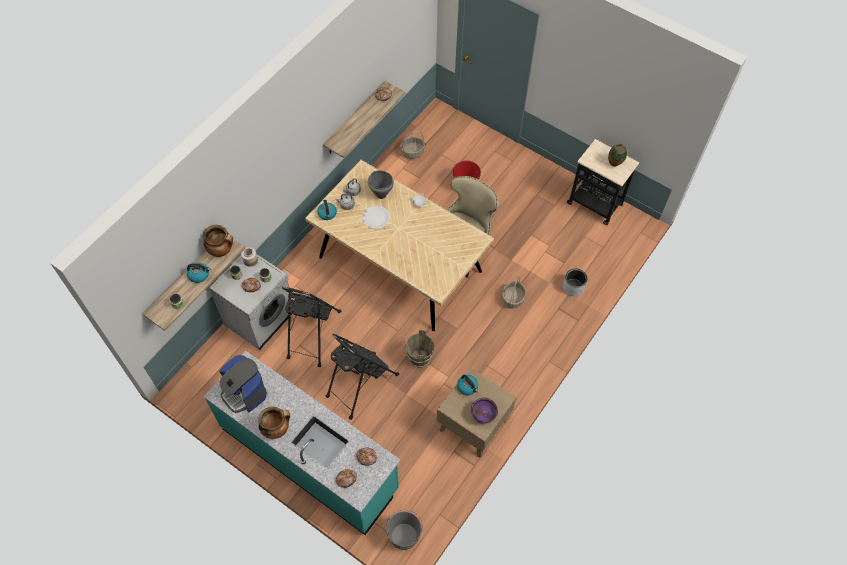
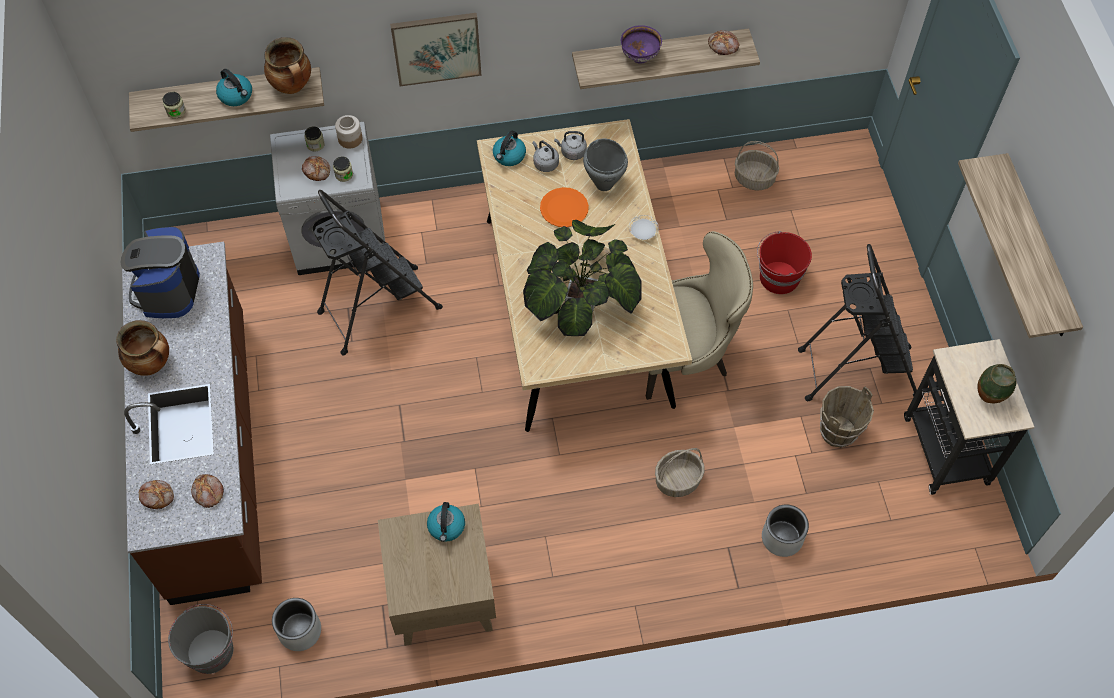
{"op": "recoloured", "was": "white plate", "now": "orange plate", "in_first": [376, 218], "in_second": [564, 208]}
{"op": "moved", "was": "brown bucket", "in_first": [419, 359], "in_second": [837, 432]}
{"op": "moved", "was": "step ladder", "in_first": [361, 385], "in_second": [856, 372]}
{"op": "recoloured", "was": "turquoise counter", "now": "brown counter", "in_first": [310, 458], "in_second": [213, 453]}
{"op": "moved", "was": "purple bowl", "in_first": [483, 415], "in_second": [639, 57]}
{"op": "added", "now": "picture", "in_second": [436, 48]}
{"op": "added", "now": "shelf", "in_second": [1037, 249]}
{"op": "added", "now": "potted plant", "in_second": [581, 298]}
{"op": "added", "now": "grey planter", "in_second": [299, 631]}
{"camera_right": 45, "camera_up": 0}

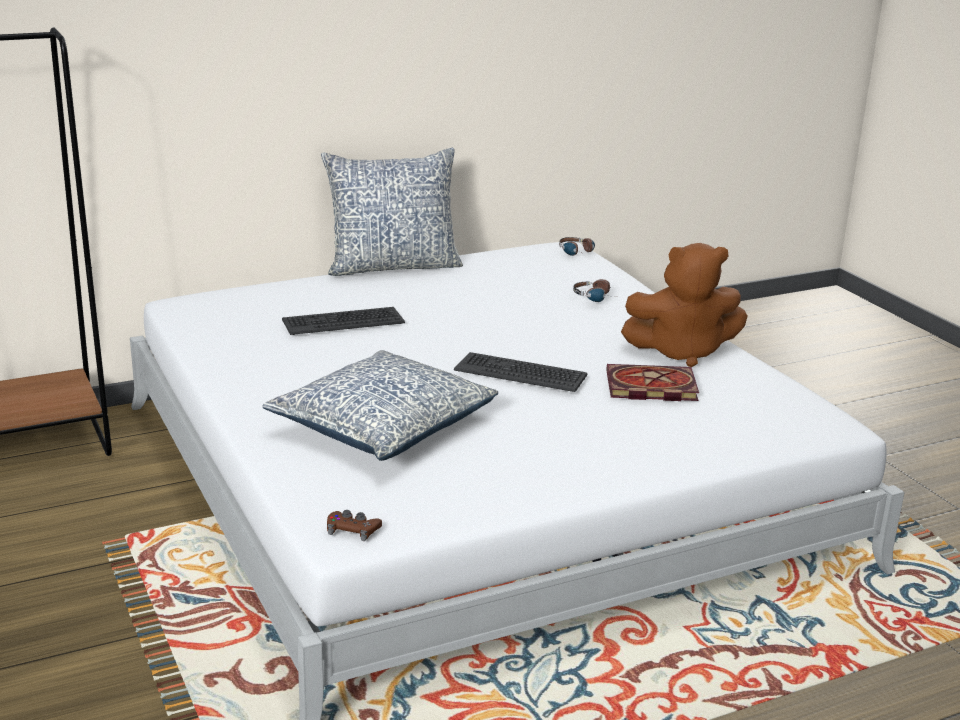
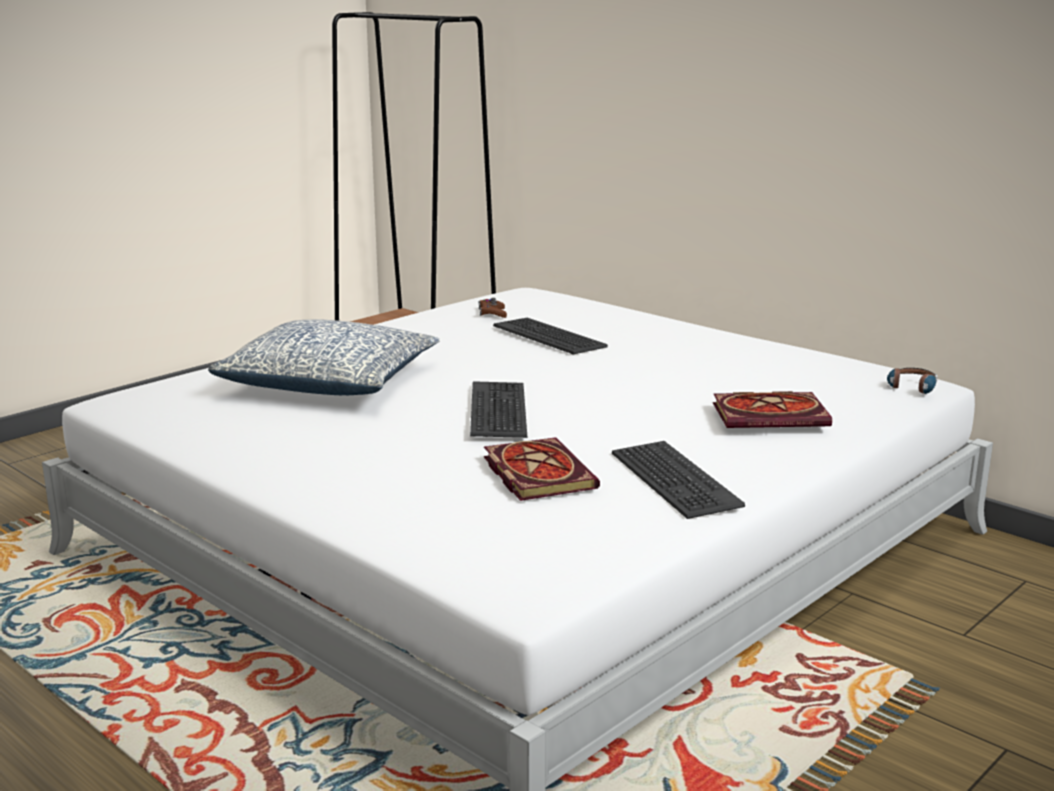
{"op": "removed", "was": "pillow", "in_first": [392, 266]}
{"op": "replaced", "was": "brown plush toy", "now": "keyboard", "in_first": [681, 351], "in_second": [673, 480]}
{"op": "replaced", "was": "headphones", "now": "book", "in_first": [598, 297], "in_second": [772, 415]}
{"op": "moved", "was": "brown game controller", "in_first": [353, 530], "in_second": [492, 313]}
{"camera_right": 70, "camera_up": -5}

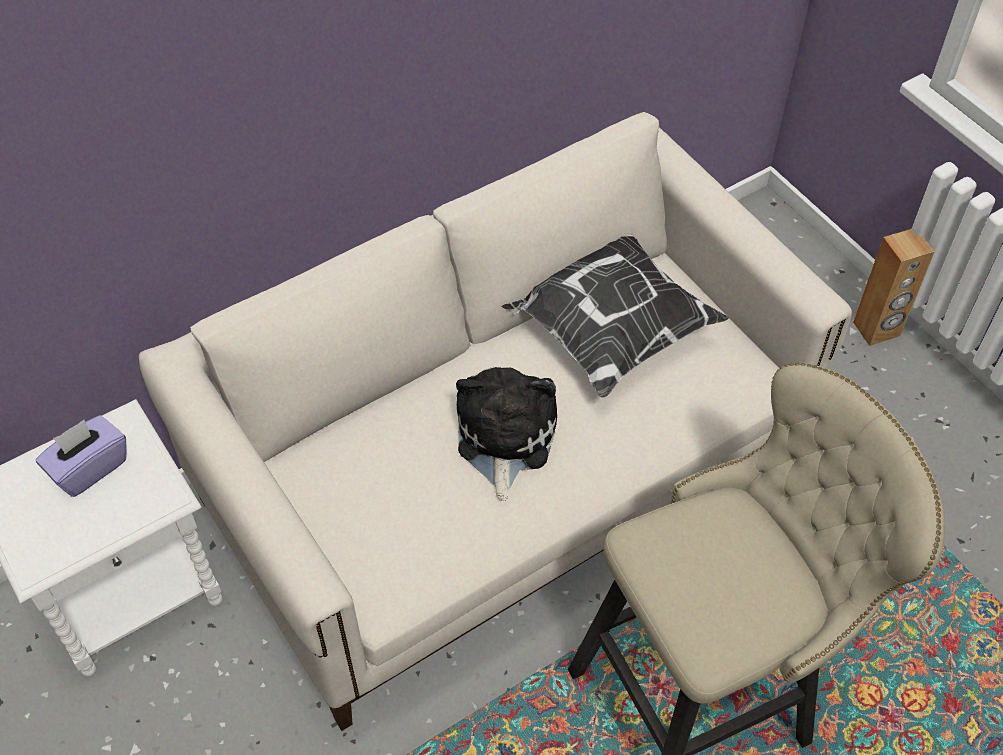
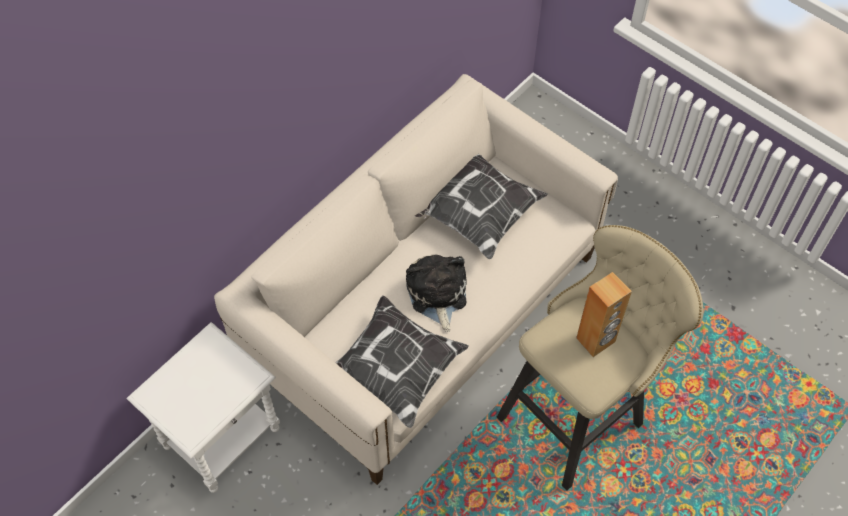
{"op": "moved", "was": "brown speaker", "in_first": [877, 329], "in_second": [596, 340]}
{"op": "removed", "was": "purple tissue box", "in_first": [89, 467]}
{"op": "added", "now": "pillow", "in_second": [392, 372]}
{"camera_right": -15, "camera_up": 5}

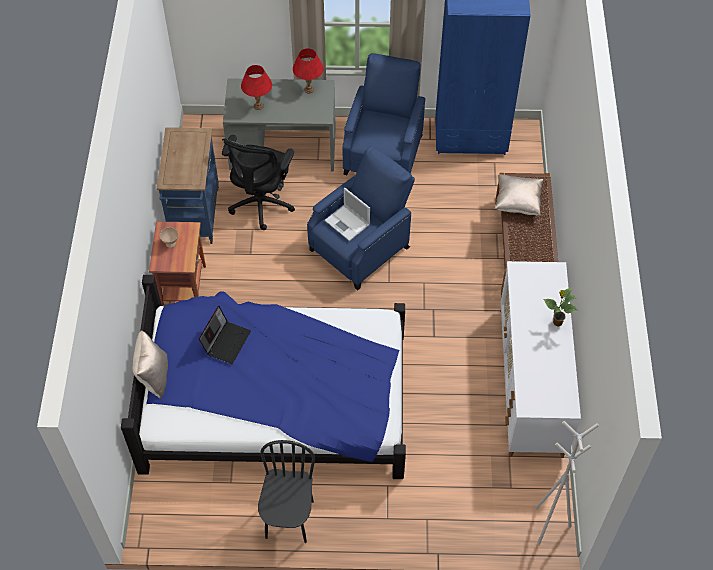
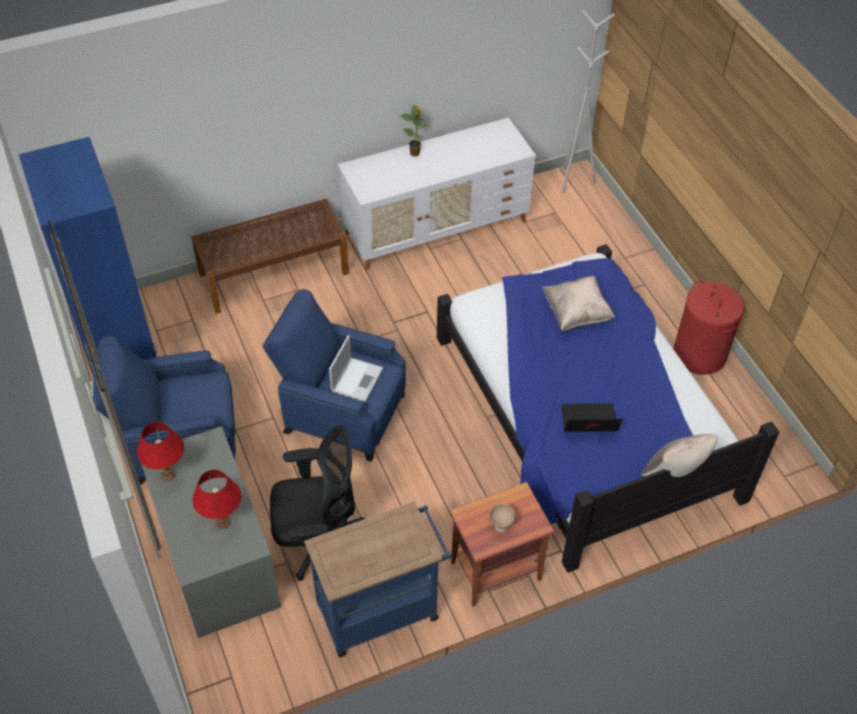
{"op": "moved", "was": "beige pillow", "in_first": [517, 202], "in_second": [576, 313]}
{"op": "replaced", "was": "black chair", "now": "red laundry basket", "in_first": [289, 519], "in_second": [699, 354]}
{"camera_right": -115, "camera_up": -5}

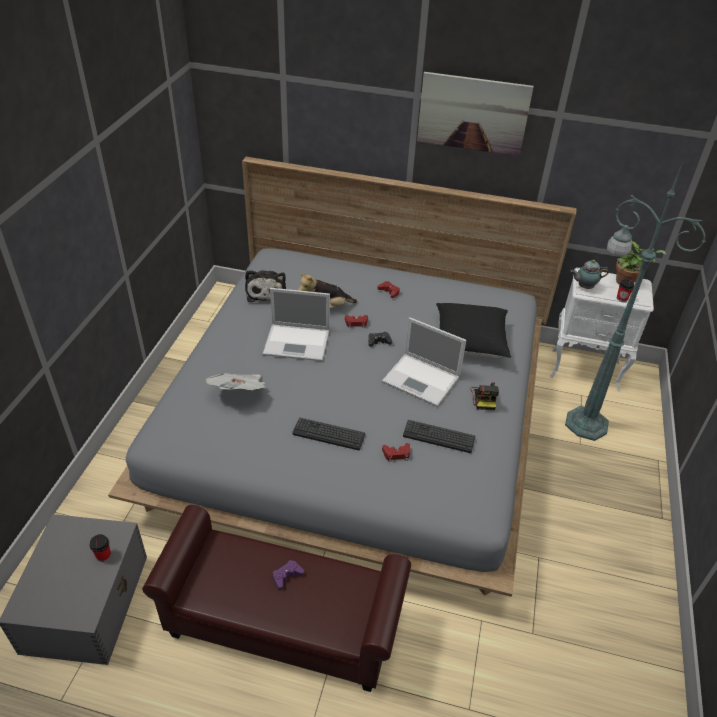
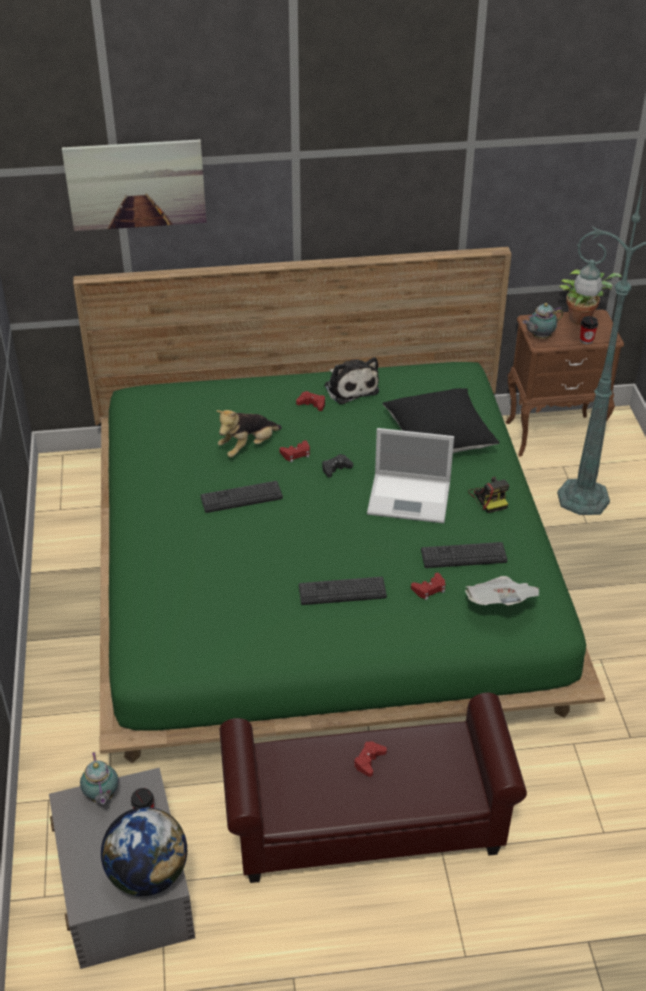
{"op": "moved", "was": "picture", "in_first": [473, 114], "in_second": [136, 184]}
{"op": "recoloured", "was": "grey bed", "now": "green bed", "in_first": [355, 422], "in_second": [323, 578]}
{"op": "recoloured", "was": "white nightstand", "now": "brown nightstand", "in_first": [585, 370], "in_second": [553, 435]}
{"op": "moved", "was": "plush toy", "in_first": [266, 292], "in_second": [350, 387]}
{"op": "replaced", "was": "laptop", "now": "keyboard", "in_first": [298, 342], "in_second": [241, 497]}
{"op": "moved", "was": "newspaper", "in_first": [239, 392], "in_second": [499, 605]}
{"op": "recoloured", "was": "purple game controller", "now": "red game controller", "in_first": [287, 576], "in_second": [369, 761]}
{"op": "added", "now": "teapot", "in_second": [101, 797]}
{"op": "added", "now": "globe", "in_second": [148, 874]}
{"camera_right": -20, "camera_up": 0}

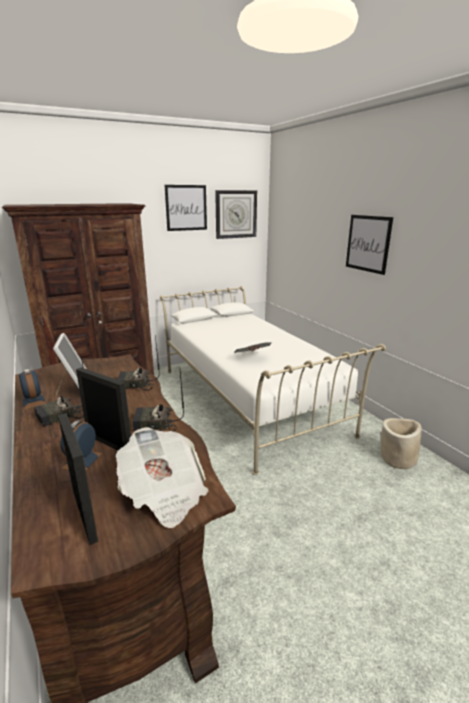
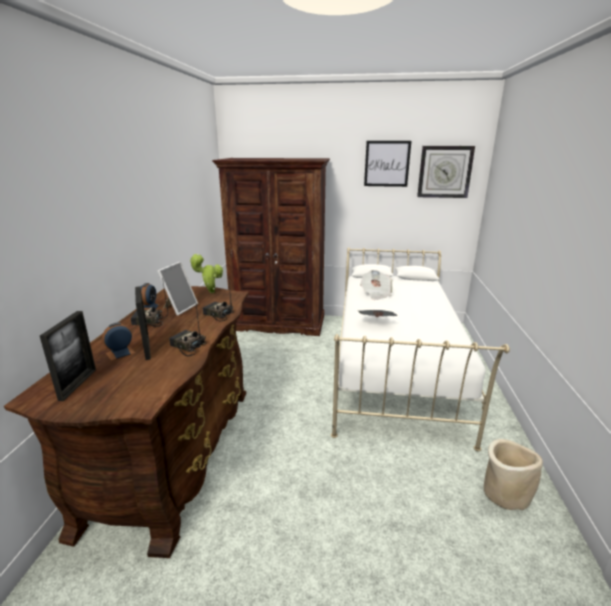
{"op": "removed", "was": "picture", "in_first": [368, 243]}
{"op": "moved", "was": "newspaper", "in_first": [164, 493], "in_second": [376, 294]}
{"op": "added", "now": "potted plant", "in_second": [209, 292]}
{"camera_right": 35, "camera_up": 0}

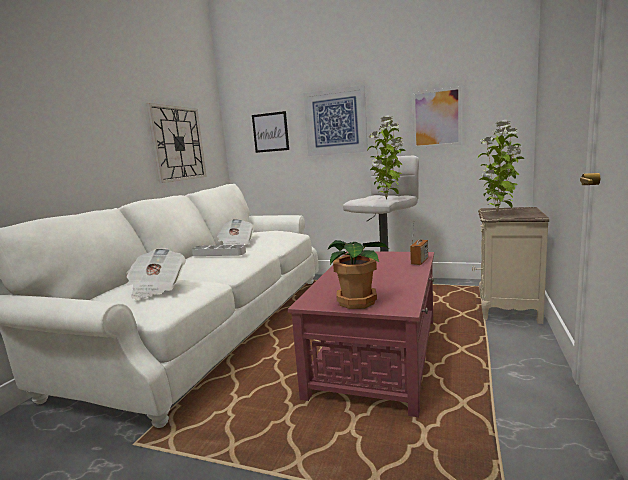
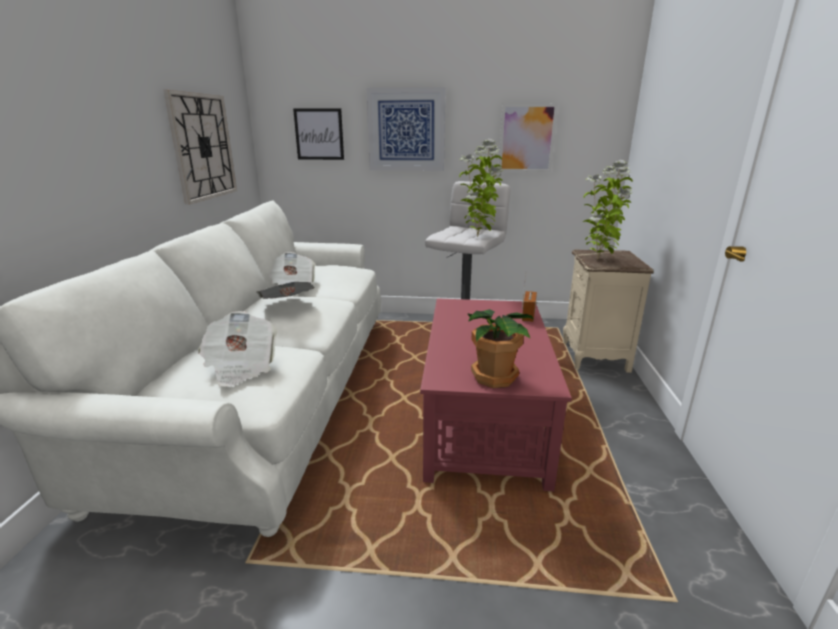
{"op": "replaced", "was": "grey tray", "now": "newspaper", "in_first": [219, 254], "in_second": [287, 305]}
{"camera_right": -15, "camera_up": 10}

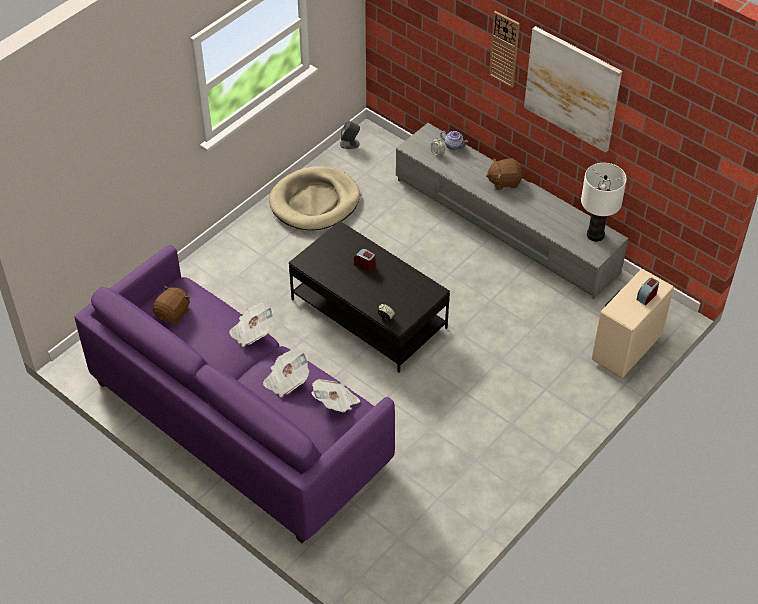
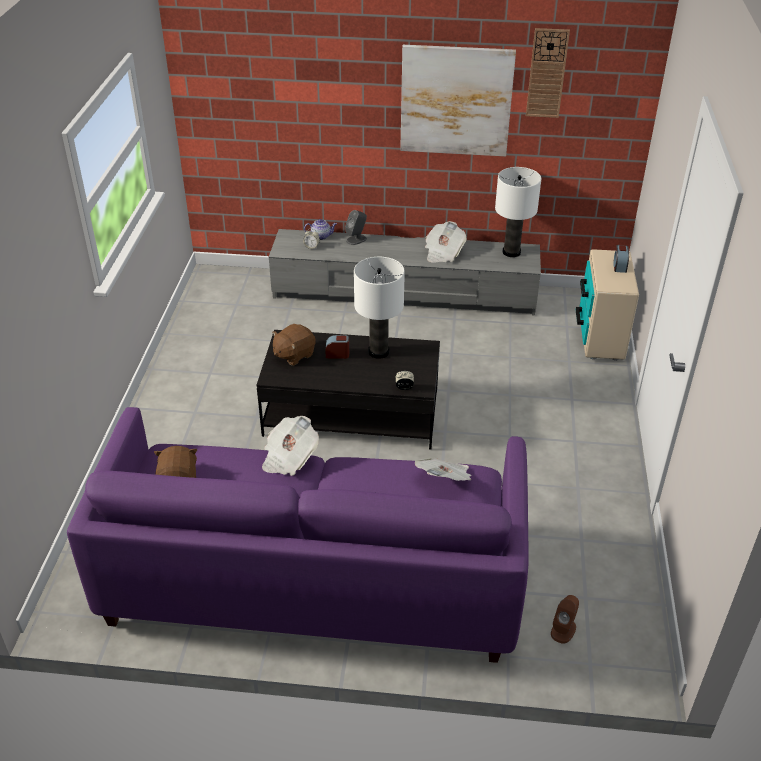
{"op": "moved", "was": "wall clock", "in_first": [504, 49], "in_second": [547, 73]}
{"op": "moved", "was": "grey speaker", "in_first": [350, 144], "in_second": [356, 239]}
{"op": "moved", "was": "brown plush toy", "in_first": [504, 181], "in_second": [294, 355]}
{"op": "removed", "was": "beige dog bed", "in_first": [315, 202]}
{"op": "moved", "was": "newspaper", "in_first": [286, 380], "in_second": [443, 253]}
{"op": "added", "now": "white table lamp", "in_second": [378, 351]}
{"op": "added", "now": "brown speaker", "in_second": [563, 630]}
{"camera_right": -35, "camera_up": -10}

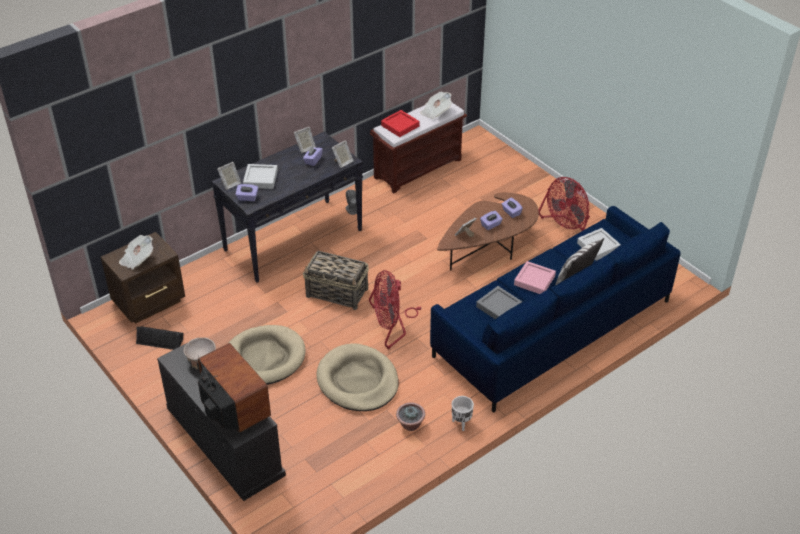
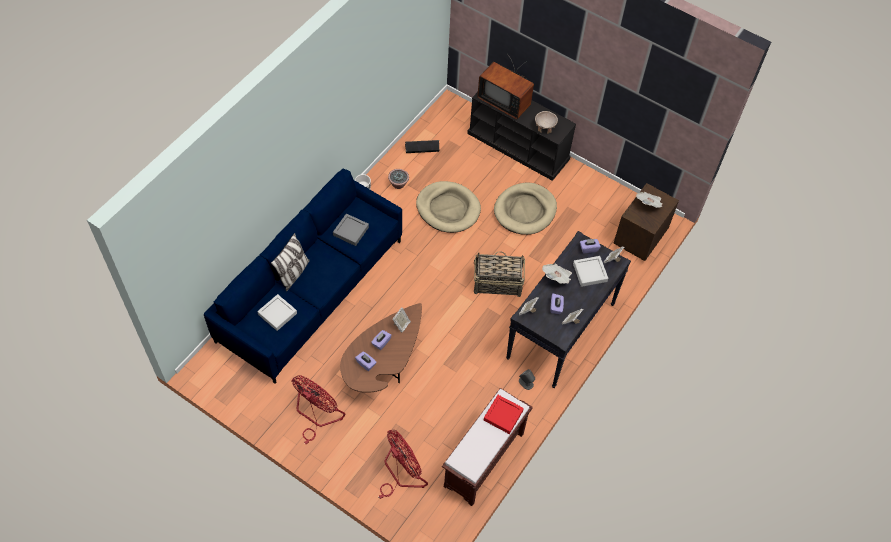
{"op": "moved", "was": "newspaper", "in_first": [435, 112], "in_second": [557, 277]}
{"op": "removed", "was": "pink tray", "in_first": [534, 280]}
{"op": "moved", "was": "red fan", "in_first": [392, 323], "in_second": [400, 472]}
{"op": "moved", "was": "black speaker", "in_first": [160, 340], "in_second": [422, 149]}
{"camera_right": 160, "camera_up": 15}

